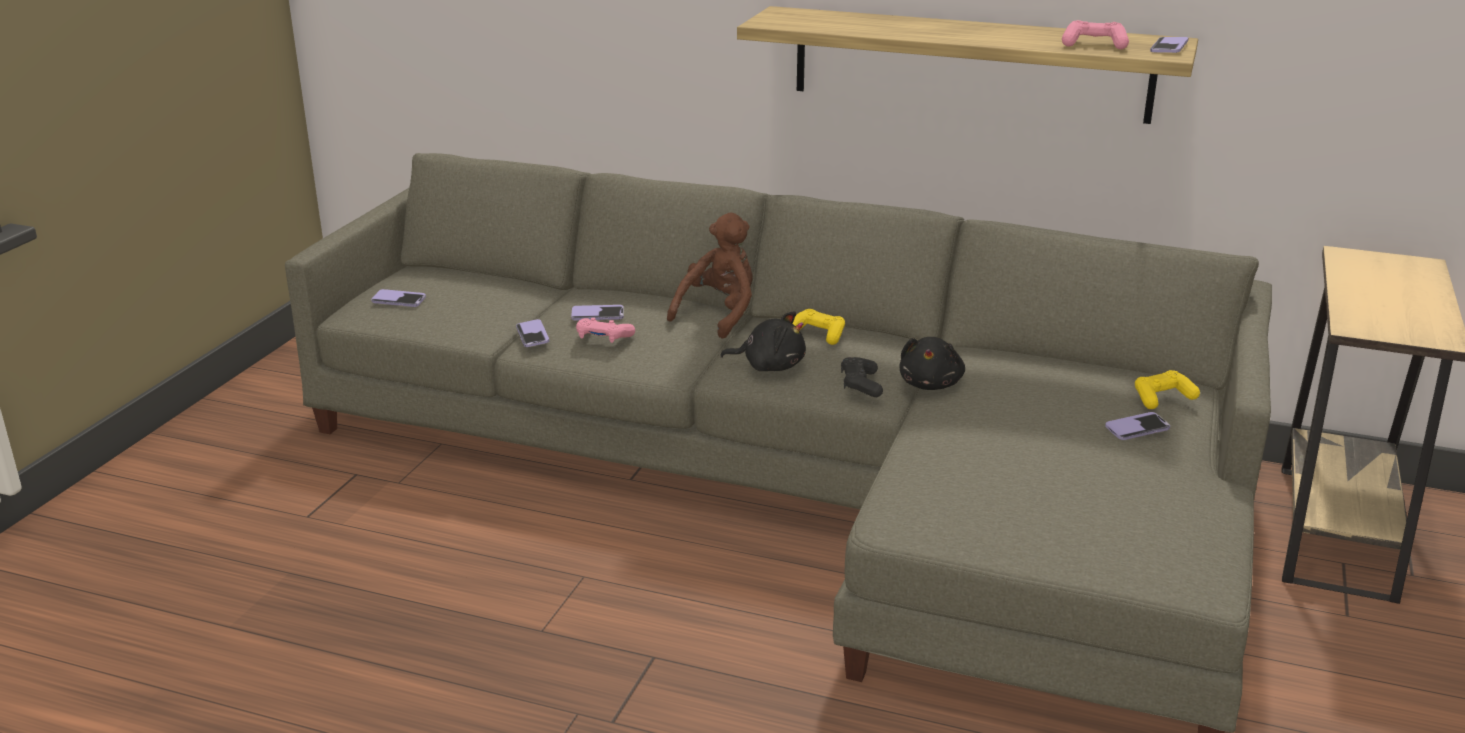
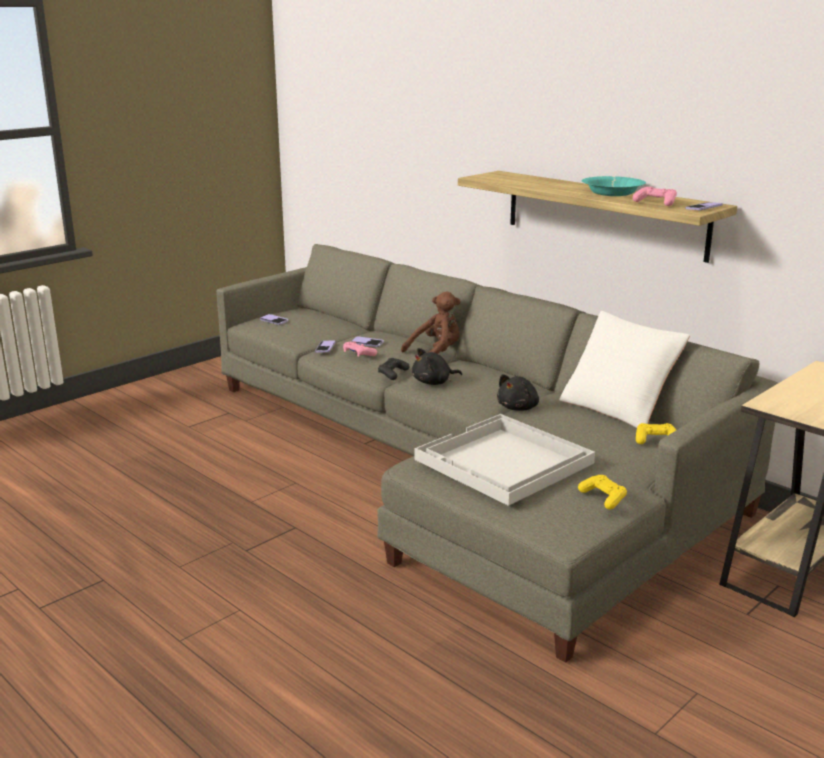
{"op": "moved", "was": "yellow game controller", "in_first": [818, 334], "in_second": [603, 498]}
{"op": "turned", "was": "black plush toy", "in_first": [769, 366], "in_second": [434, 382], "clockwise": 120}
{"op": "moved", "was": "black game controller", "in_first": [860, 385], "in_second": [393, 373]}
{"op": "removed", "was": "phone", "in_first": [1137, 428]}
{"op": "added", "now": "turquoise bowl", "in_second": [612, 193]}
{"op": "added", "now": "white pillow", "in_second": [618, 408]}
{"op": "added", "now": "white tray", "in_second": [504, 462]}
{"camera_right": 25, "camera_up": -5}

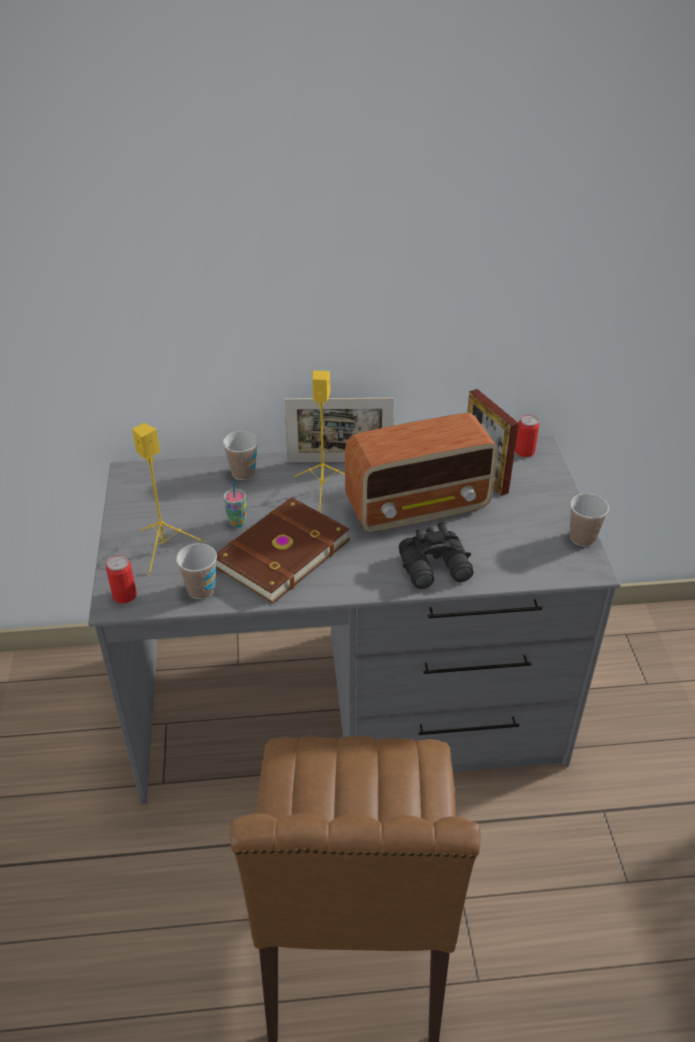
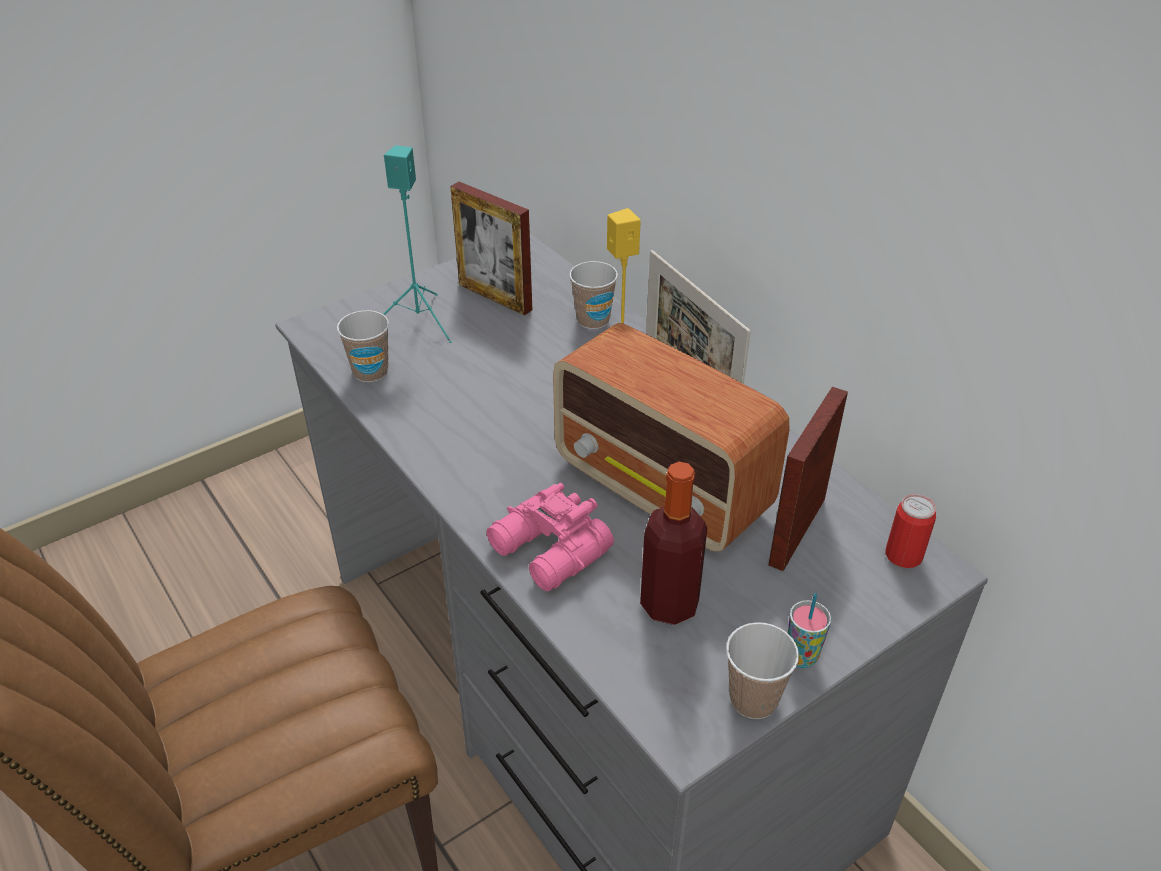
{"op": "recoloured", "was": "yellow speaker", "now": "turquoise speaker", "in_first": [166, 548], "in_second": [420, 321]}
{"op": "moved", "was": "cup", "in_first": [237, 522], "in_second": [801, 657]}
{"op": "removed", "was": "brown book", "in_first": [279, 552]}
{"op": "recoloured", "was": "black binoculars", "now": "pink binoculars", "in_first": [436, 568], "in_second": [549, 552]}
{"op": "removed", "was": "can", "in_first": [124, 595]}
{"op": "added", "now": "picture frame", "in_second": [495, 297]}
{"op": "added", "now": "bottle", "in_second": [669, 604]}
{"camera_right": 60, "camera_up": 0}

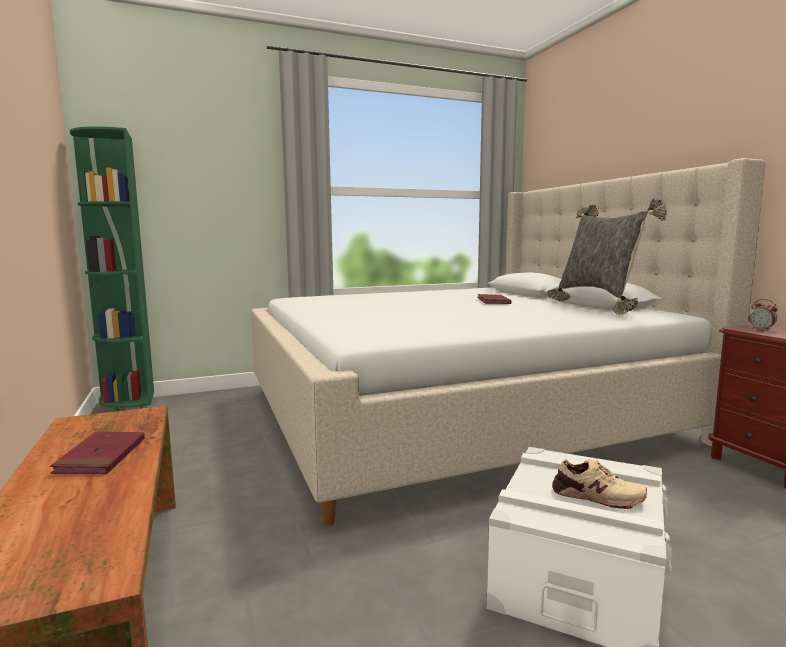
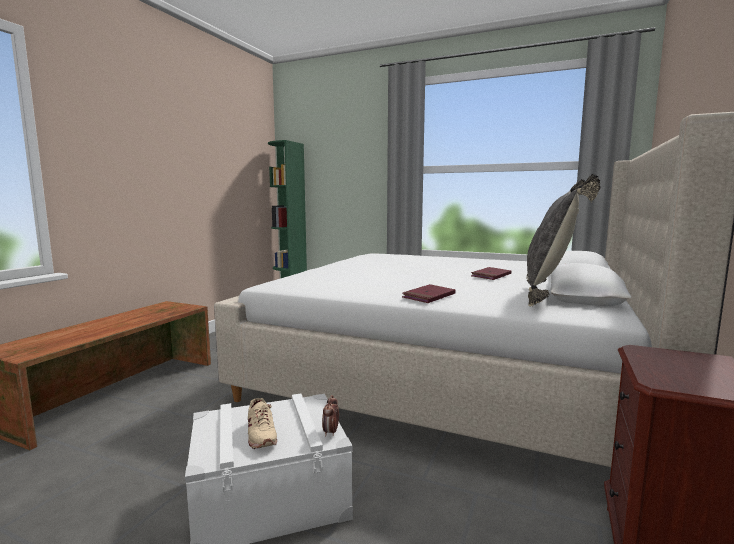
{"op": "moved", "was": "alarm clock", "in_first": [761, 330], "in_second": [331, 432]}
{"op": "moved", "was": "red book", "in_first": [101, 456], "in_second": [429, 296]}
{"camera_right": 45, "camera_up": 0}

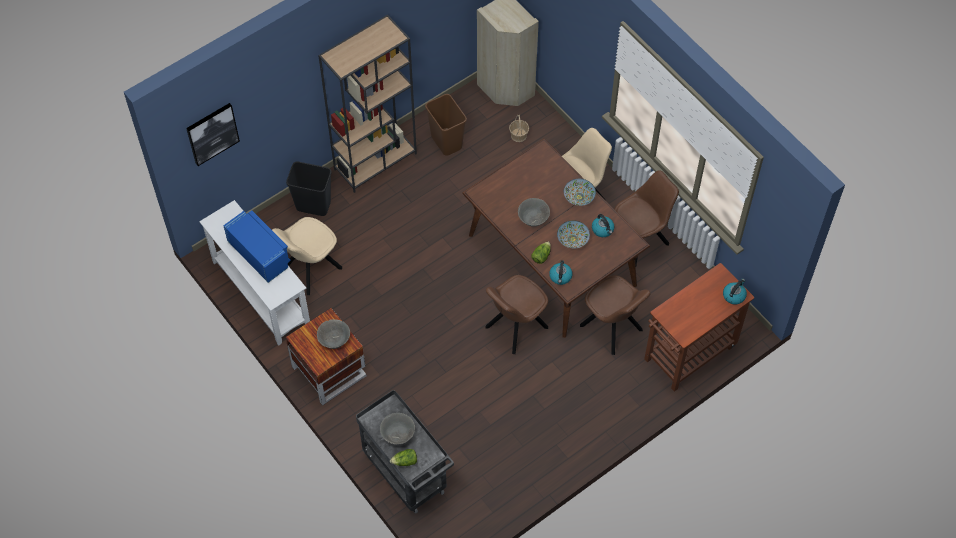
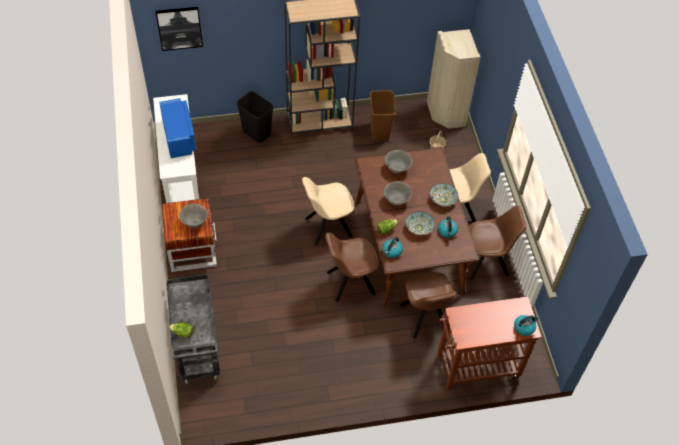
{"op": "moved", "was": "beige chair", "in_first": [310, 269], "in_second": [328, 227]}
{"op": "moved", "was": "grey bowl", "in_first": [398, 435], "in_second": [397, 168]}
{"camera_right": 25, "camera_up": -5}

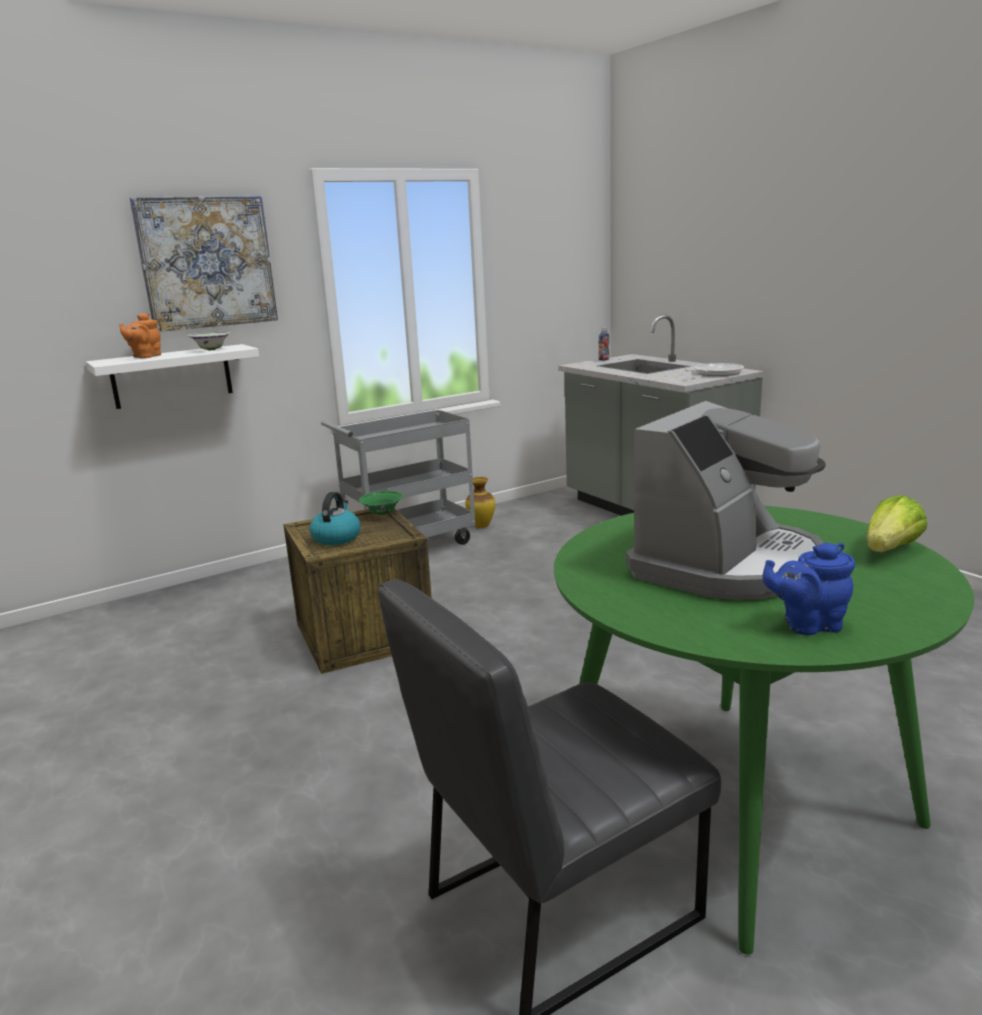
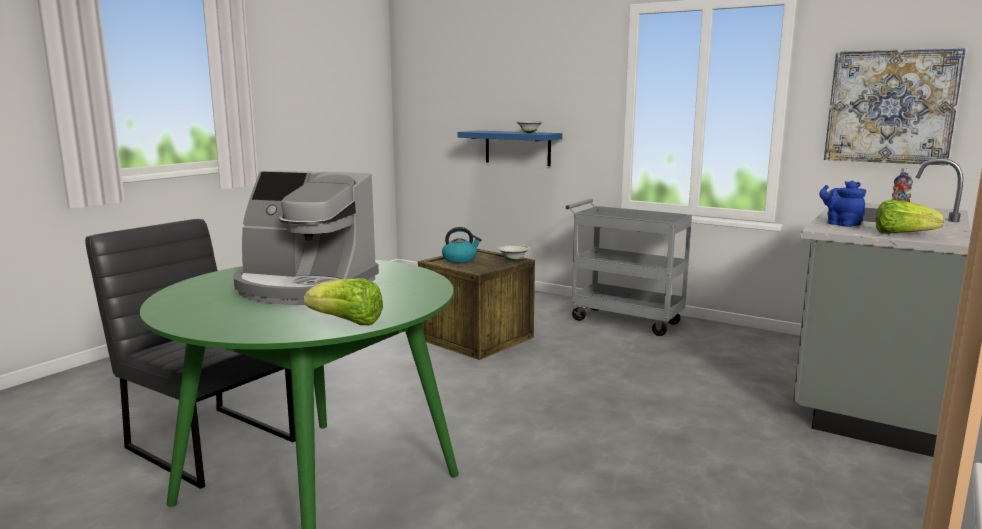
{"op": "moved", "was": "picture", "in_first": [207, 262], "in_second": [890, 107]}
{"op": "removed", "was": "orange teapot", "in_first": [145, 357]}
{"op": "recoloured", "was": "white shelf", "now": "blue shelf", "in_first": [172, 376], "in_second": [517, 148]}
{"op": "replaced", "was": "frying pan", "now": "lettuce", "in_first": [715, 373], "in_second": [902, 234]}
{"op": "removed", "was": "vase", "in_first": [482, 526]}
{"op": "recoloured", "was": "green bowl", "now": "white bowl", "in_first": [382, 514], "in_second": [513, 260]}
{"op": "moved", "was": "blue teapot", "in_first": [807, 625], "in_second": [841, 224]}
{"camera_right": 65, "camera_up": -5}

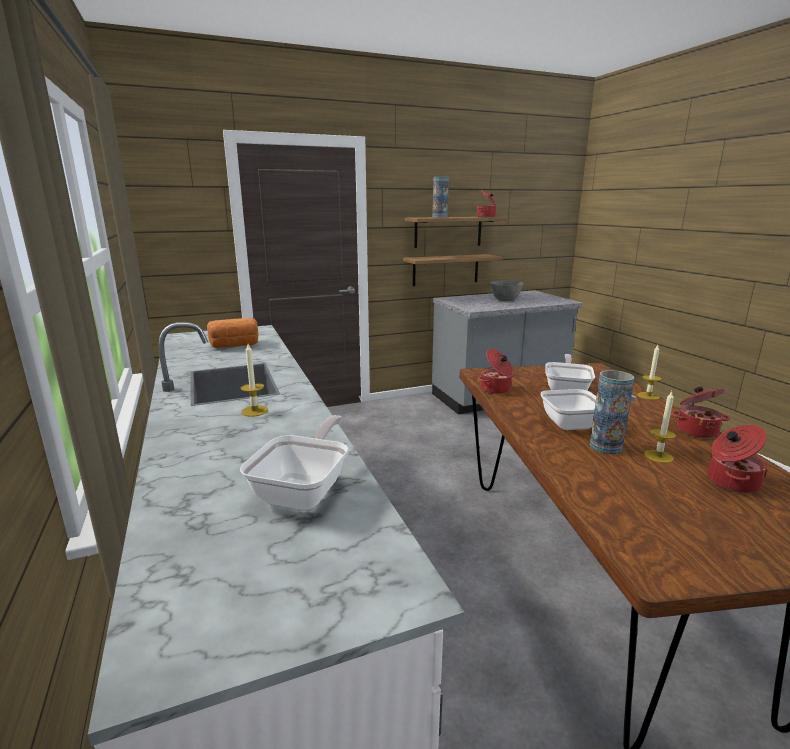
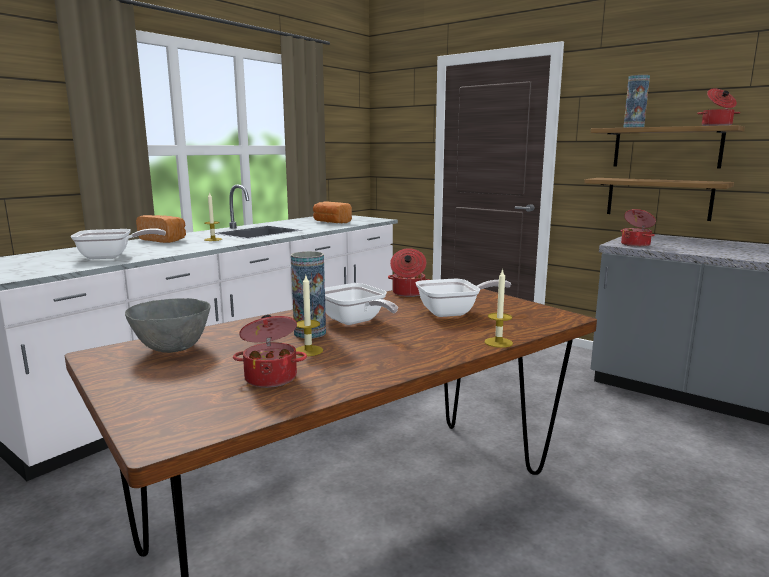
{"op": "moved", "was": "grey bowl", "in_first": [505, 300], "in_second": [173, 349]}
{"op": "moved", "was": "cooking pot", "in_first": [696, 430], "in_second": [636, 245]}
{"op": "added", "now": "bread", "in_second": [164, 240]}
{"camera_right": 60, "camera_up": -5}

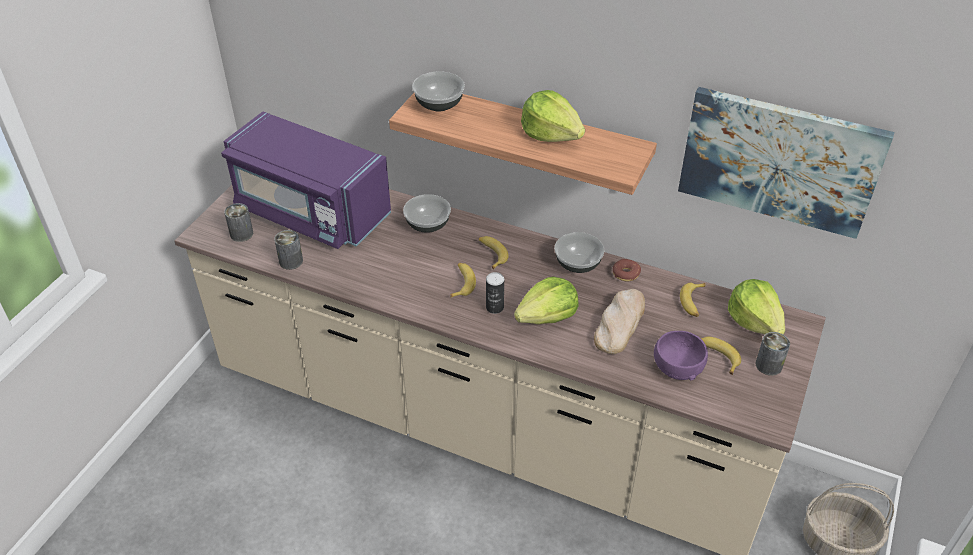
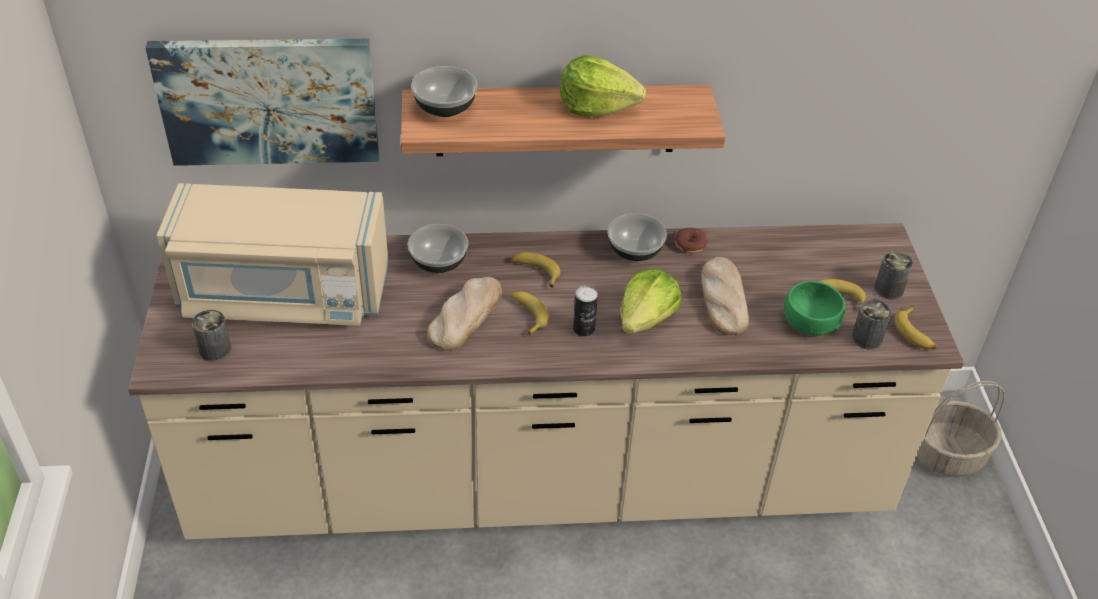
{"op": "moved", "was": "picture", "in_first": [779, 160], "in_second": [268, 100]}
{"op": "recoloured", "was": "purple microwave", "now": "beige microwave", "in_first": [310, 211], "in_second": [283, 293]}
{"op": "moved", "was": "can", "in_first": [291, 261], "in_second": [866, 338]}
{"op": "removed", "was": "lettuce", "in_first": [754, 321]}
{"op": "moved", "was": "banana", "in_first": [693, 303], "in_second": [915, 333]}
{"op": "recoloured", "was": "purple bowl", "now": "green bowl", "in_first": [677, 367], "in_second": [809, 323]}
{"op": "added", "now": "bread", "in_second": [465, 316]}
{"camera_right": -30, "camera_up": 0}

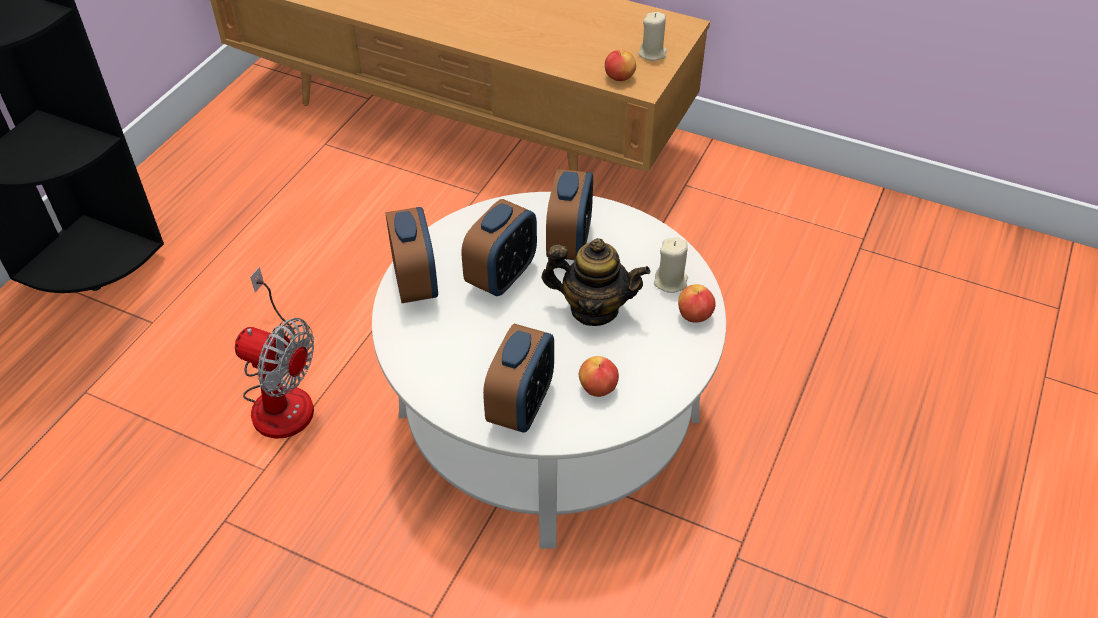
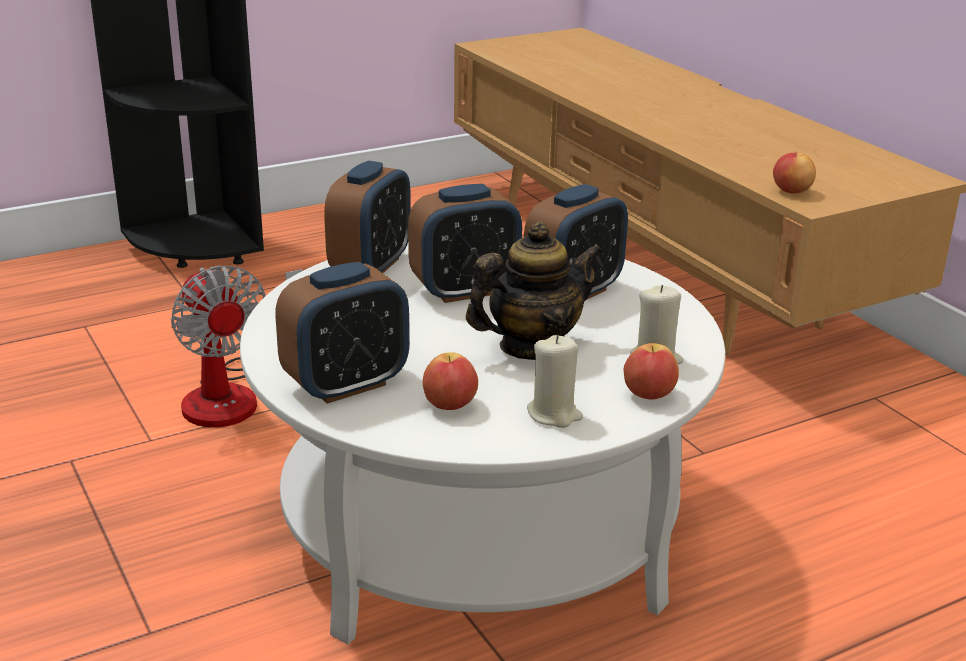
{"op": "moved", "was": "beige candle", "in_first": [652, 53], "in_second": [554, 414]}
{"op": "turned", "was": "teapot", "in_first": [594, 309], "in_second": [532, 347], "clockwise": -75}
{"camera_right": 35, "camera_up": -20}

